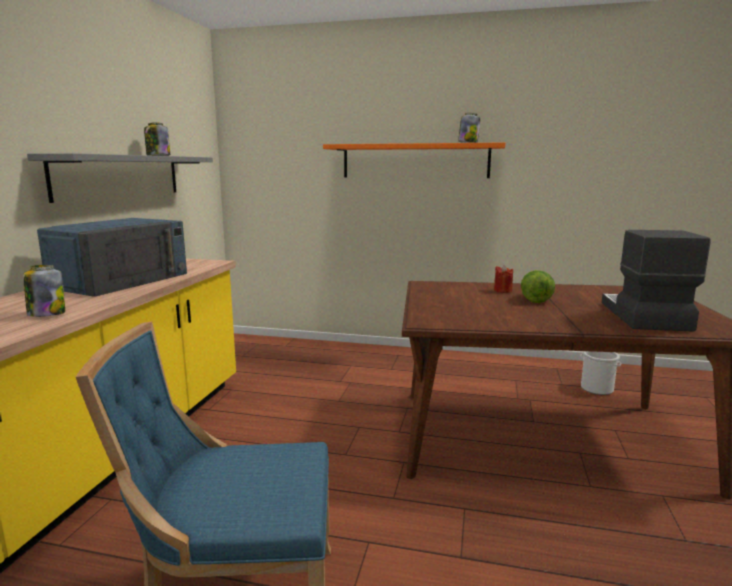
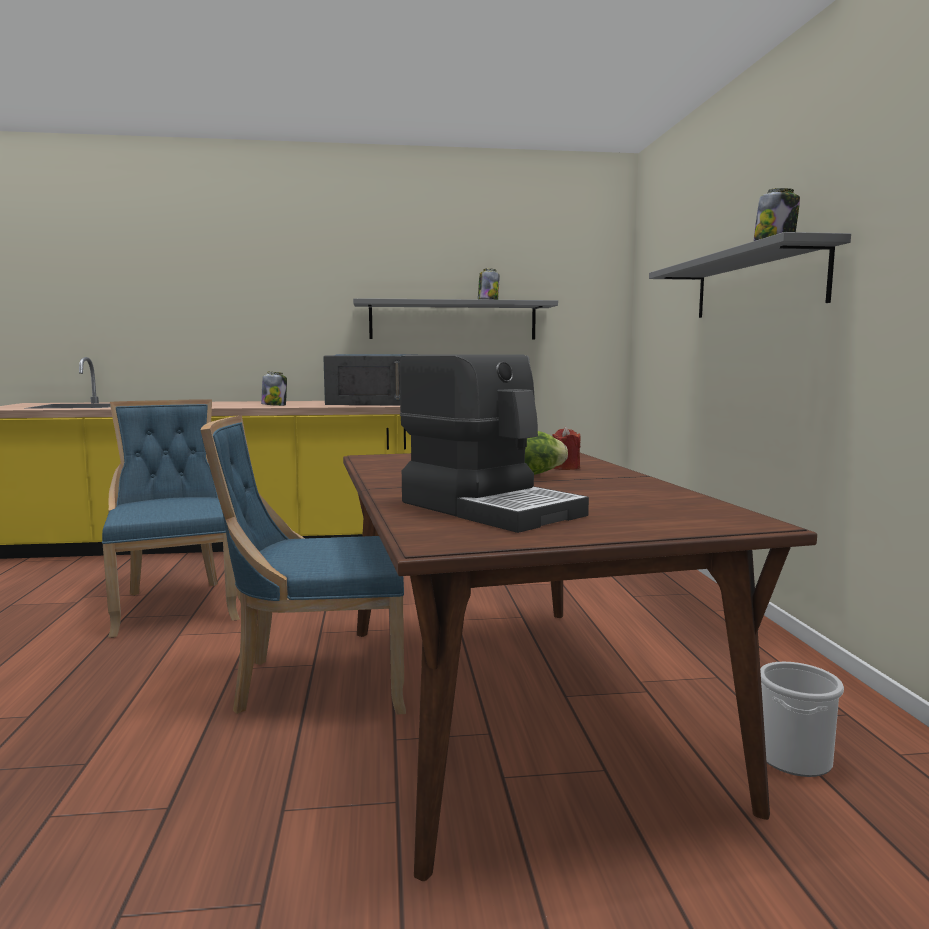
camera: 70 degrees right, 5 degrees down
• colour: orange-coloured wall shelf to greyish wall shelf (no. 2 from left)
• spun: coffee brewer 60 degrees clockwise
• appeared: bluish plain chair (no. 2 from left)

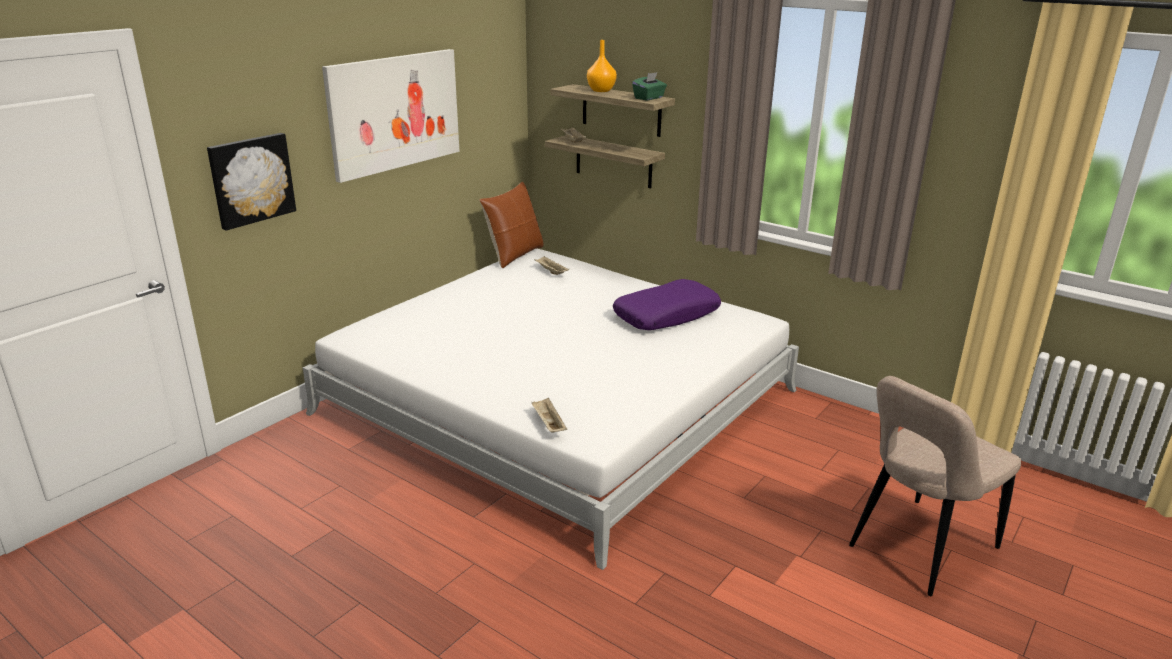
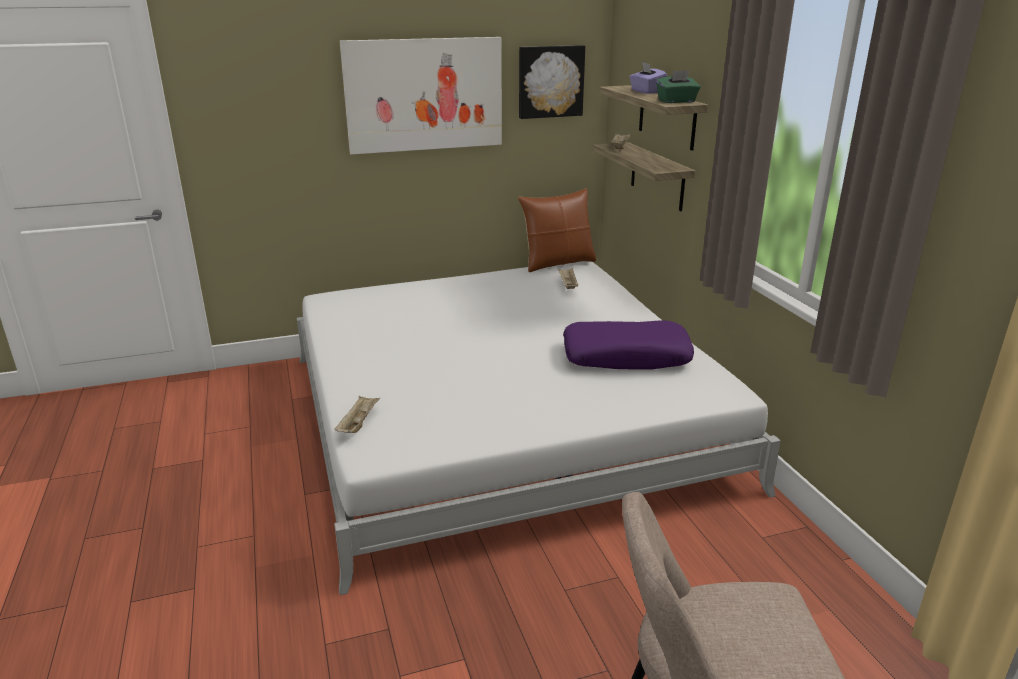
camera: 35 degrees right, 0 degrees up
• exchanged: orange-coloured vase to purplish box of tissues
• relocated: wall art (no. 1 from left in the first image) to wall art (no. 2 from left)

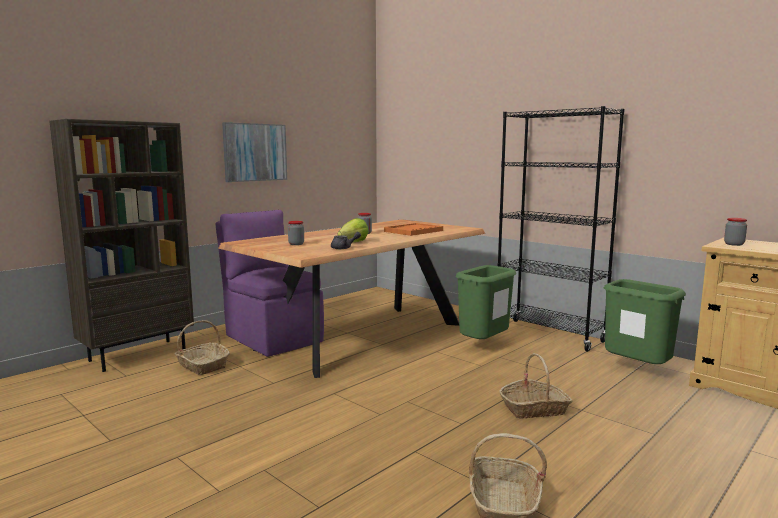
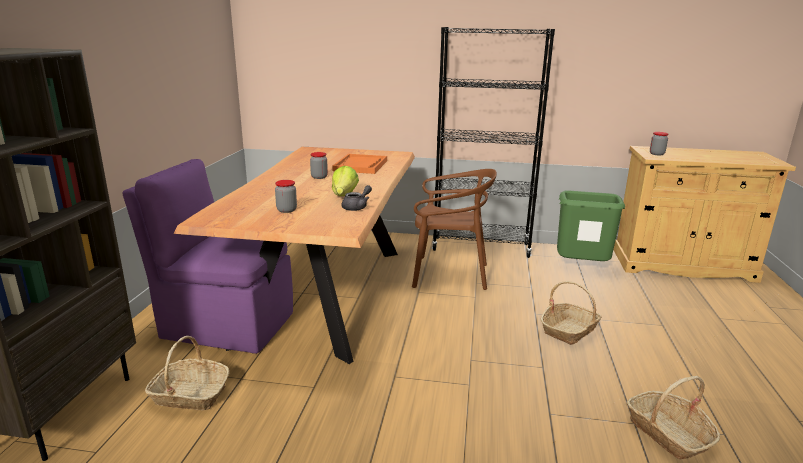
camera: 35 degrees left, 10 degrees up
• missing: wall art
• exchanged: green-coloured trash can (no. 1 from left) to brown-coloured plain chair

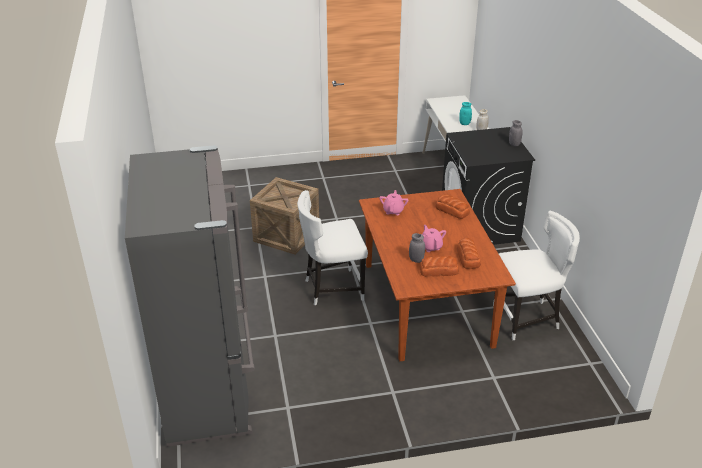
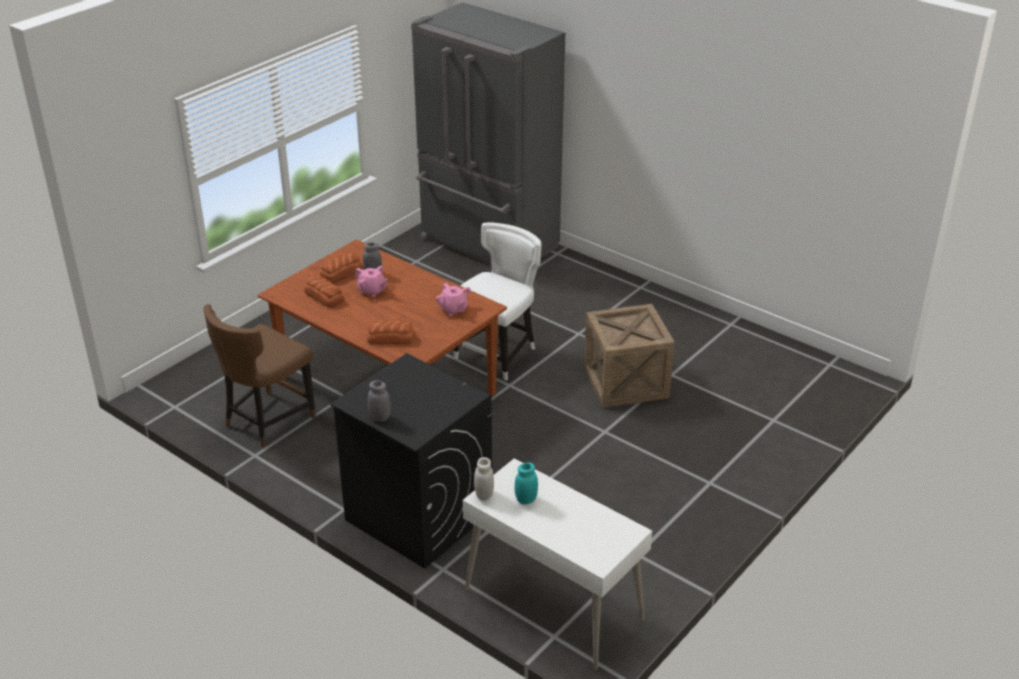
camera: 140 degrees right, 0 degrees up
• colour: white-coloured plain chair (no. 2 from left) to brown-coloured plain chair

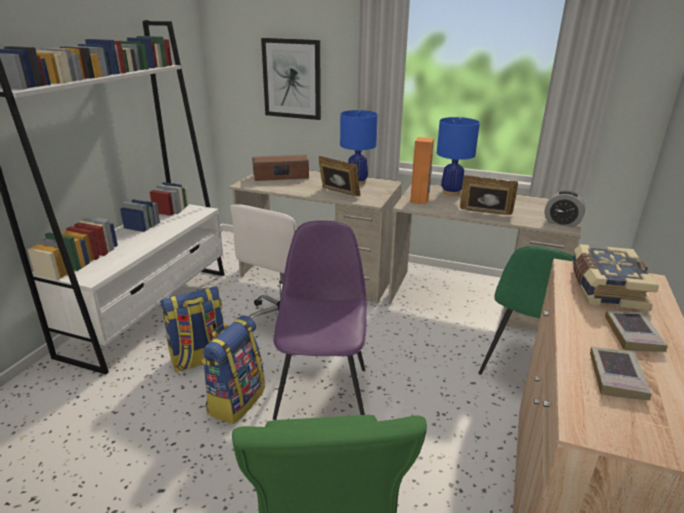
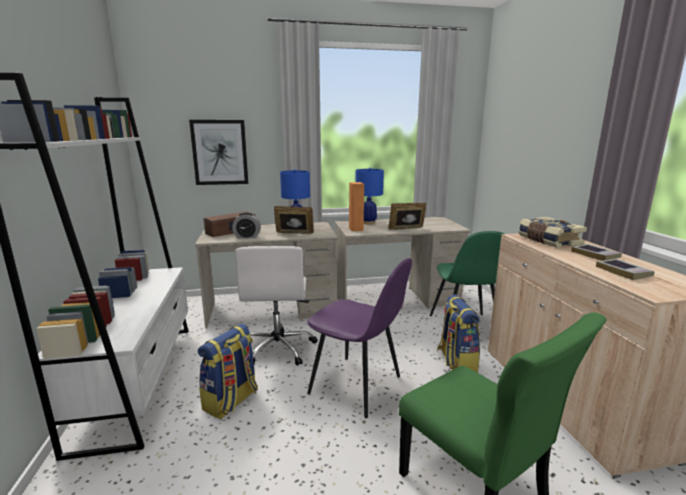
camera: 30 degrees left, 10 degrees down
• relocated: bedside clock
• spun: purplish plain chair 150 degrees clockwise
• relocated: rucksack (no. 2 from left)

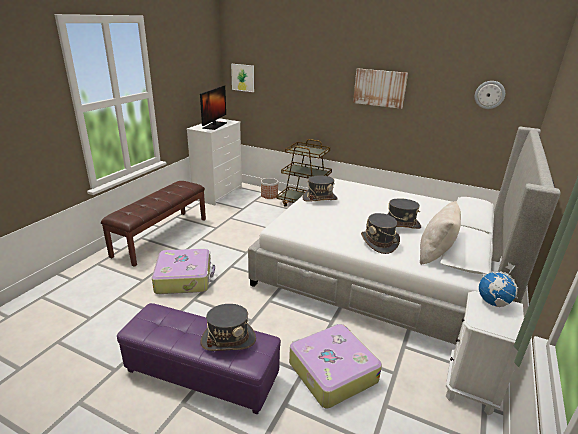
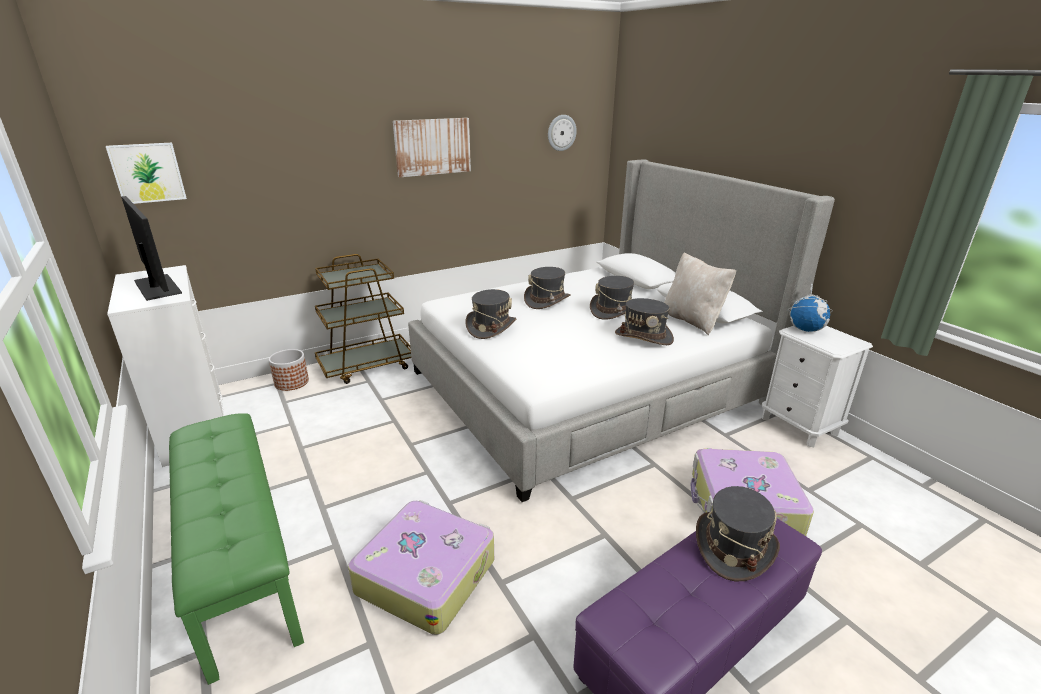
camera: 55 degrees left, 0 degrees up
• colour: brown-coloured bench to green-coloured bench
• appeared: greyish hat (no. 2 from left)

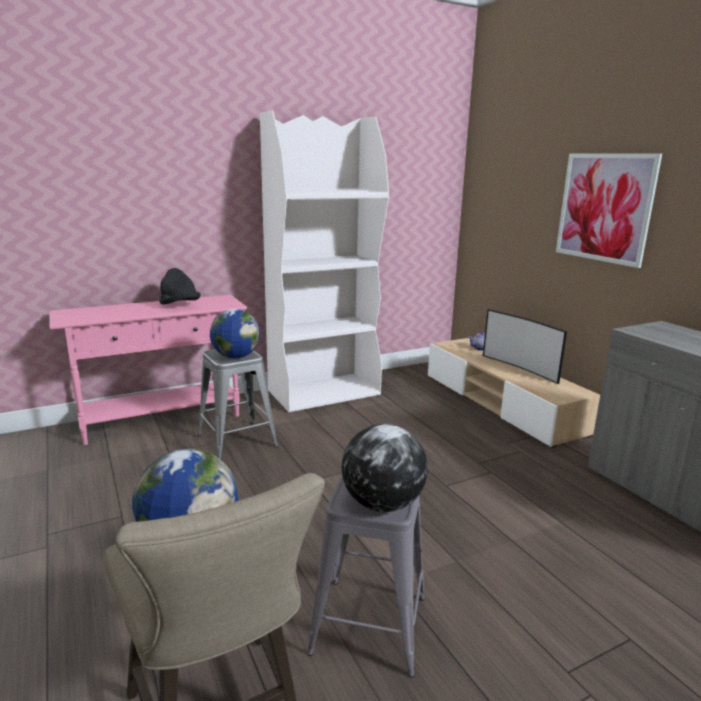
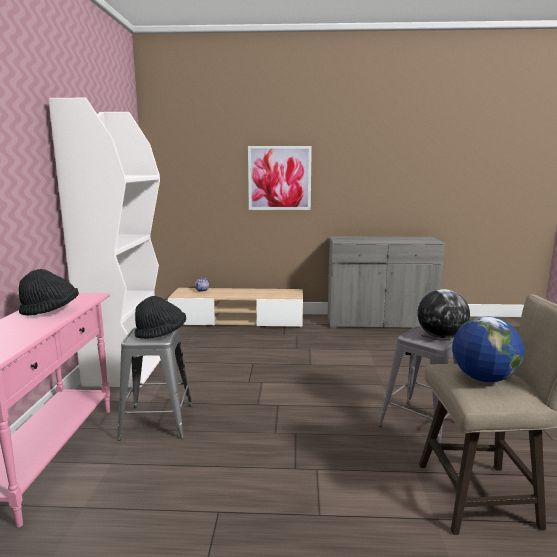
camera: 60 degrees left, 5 degrees down
• exchanged: desk globe (no. 2 from left) to black hat (no. 2 from left)
• missing: TV

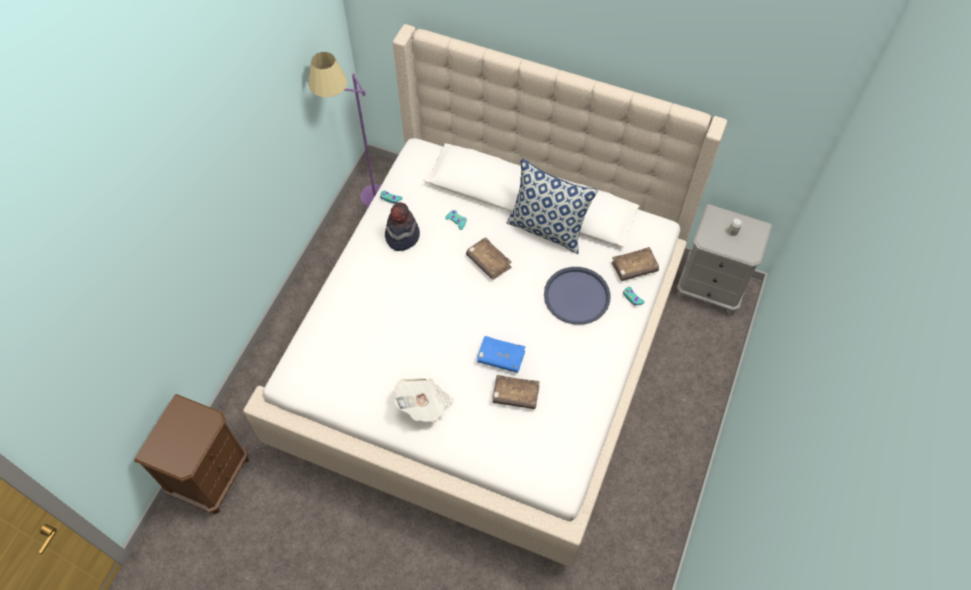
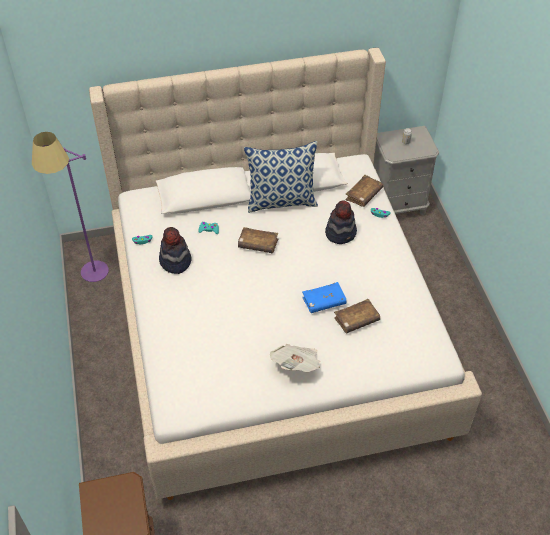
camera: 35 degrees left, 10 degrees down
• exchanged: bluish tray to hat (no. 2 from left)

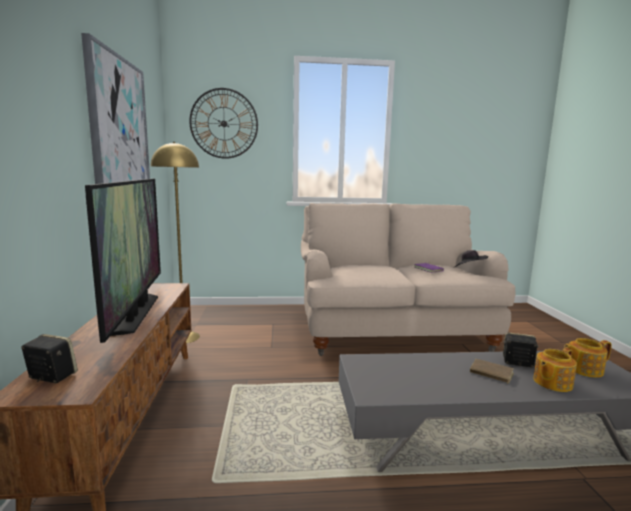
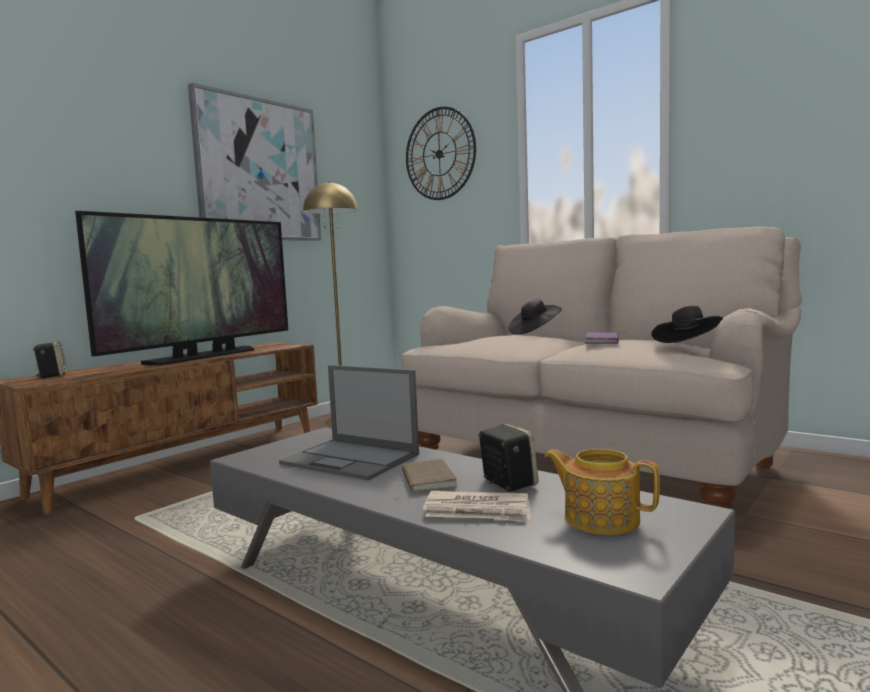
camera: 45 degrees right, 5 degrees down
• exchanged: pot for tea (no. 1 from left) to printed paper
• appeared: black hat (no. 1 from left)
• appeared: notebook computer

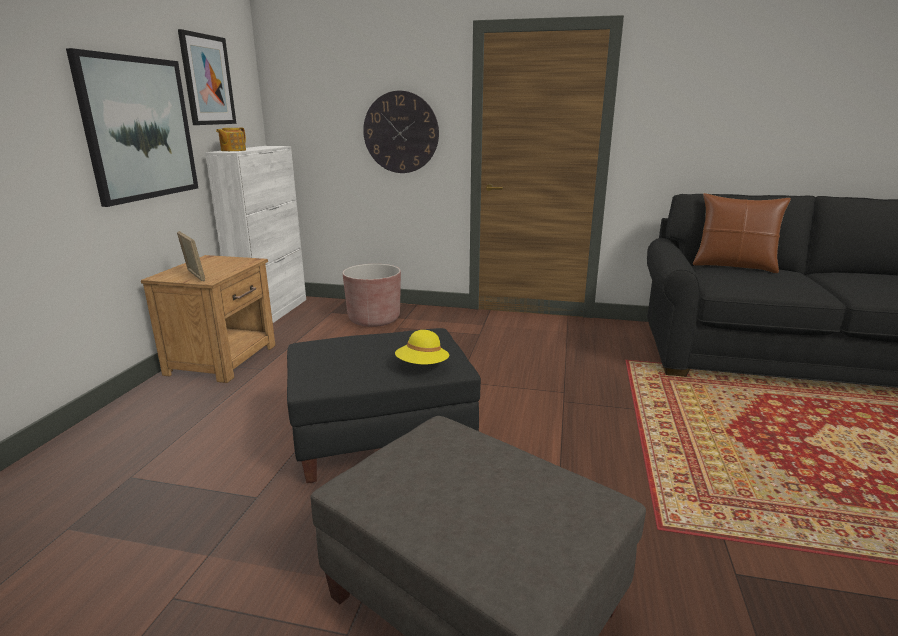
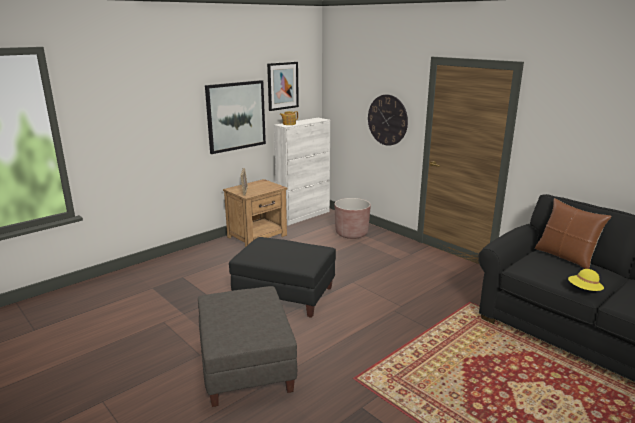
camera: 35 degrees right, 0 degrees up
• relocated: yellow hat

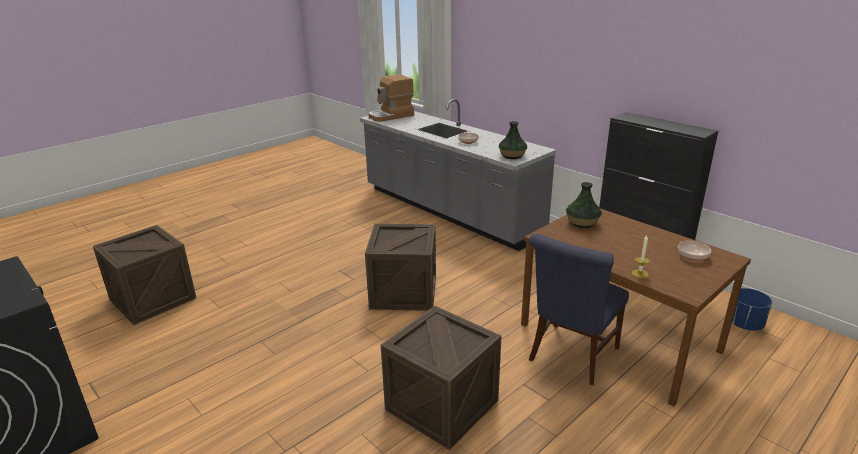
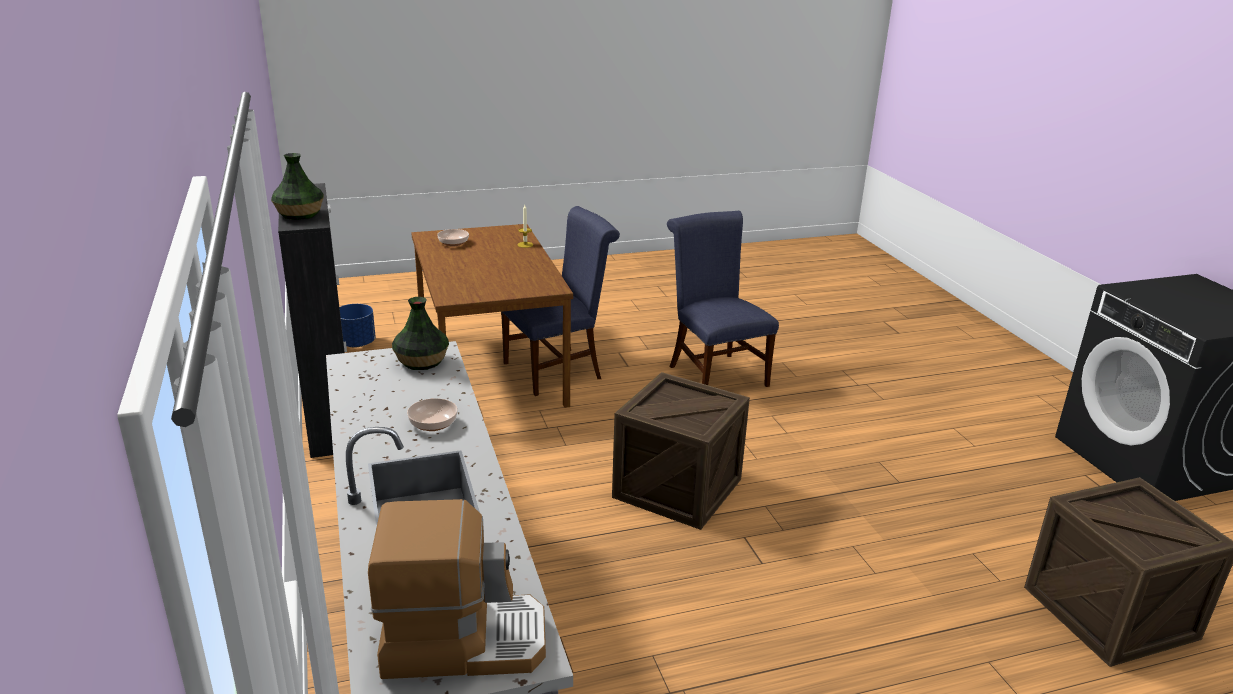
camera: 155 degrees left, 0 degrees up
• relocated: vase (no. 2 from left in the first image) to vase (no. 1 from left)
• exchanged: shipping crate (no. 3 from left) to bluish plain chair (no. 2 from left)

